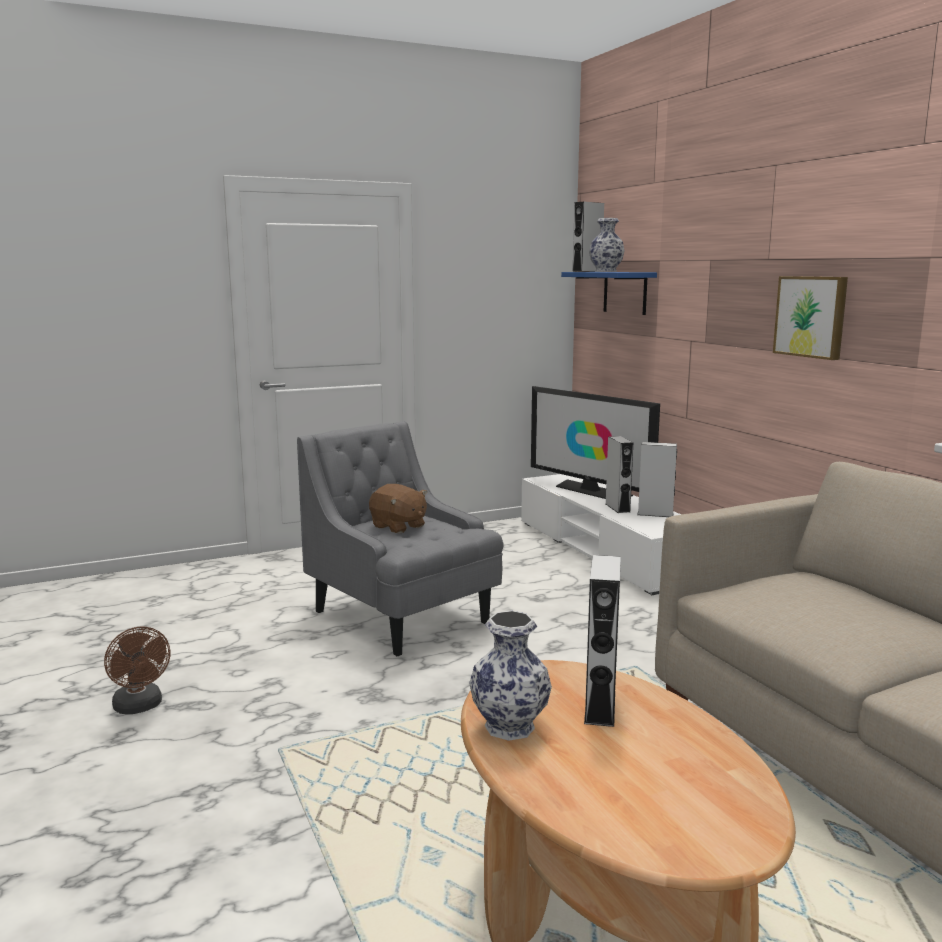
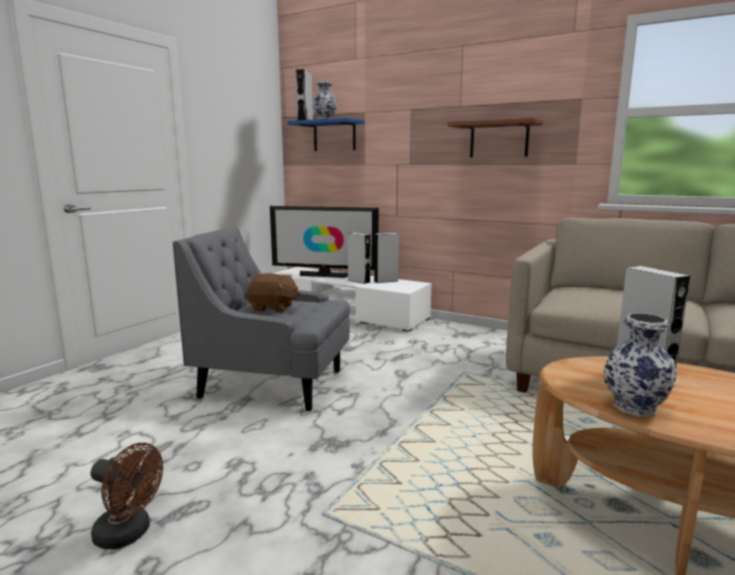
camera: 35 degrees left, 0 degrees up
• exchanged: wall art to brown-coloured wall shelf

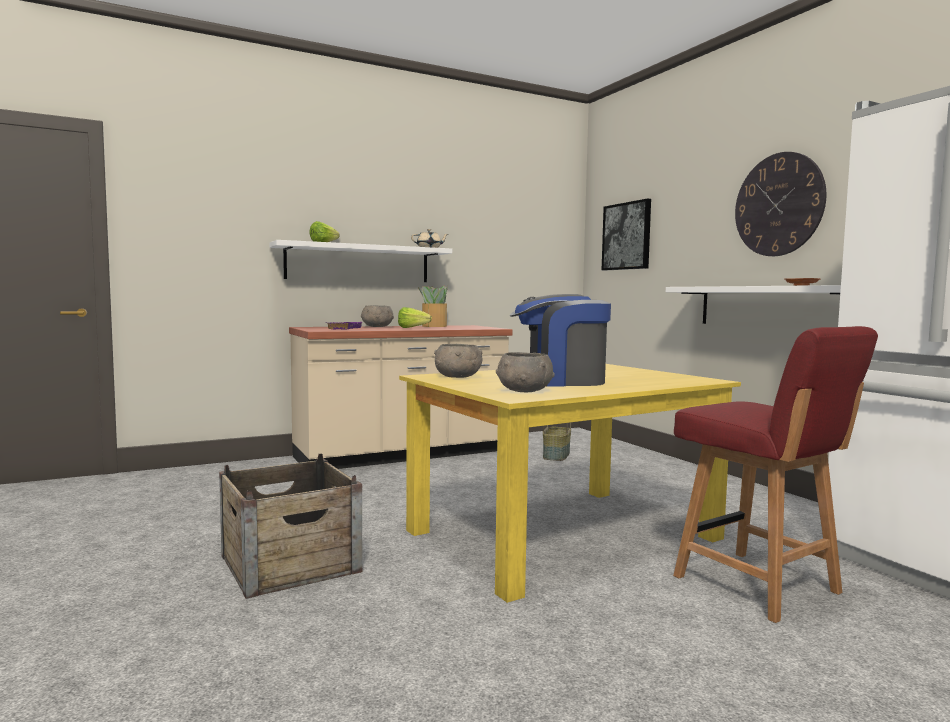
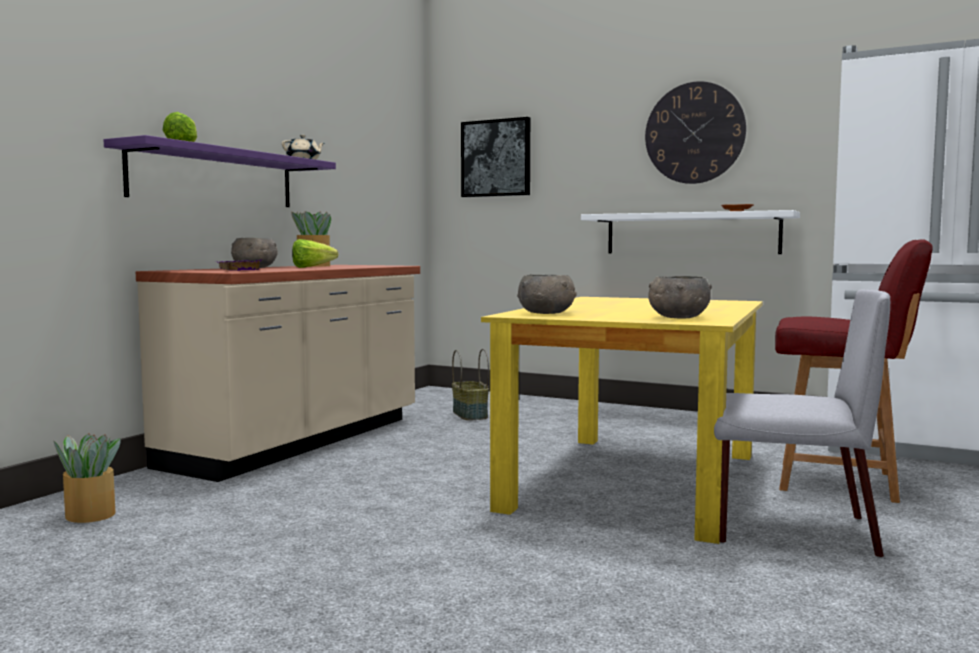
camera: 35 degrees left, 0 degrees up
• colour: white-coloured wall shelf (no. 1 from left) to purplish wall shelf
• missing: coffee brewer
• missing: shipping crate
• appeared: greyish plain chair
• appeared: plant in a pot (no. 1 from left)

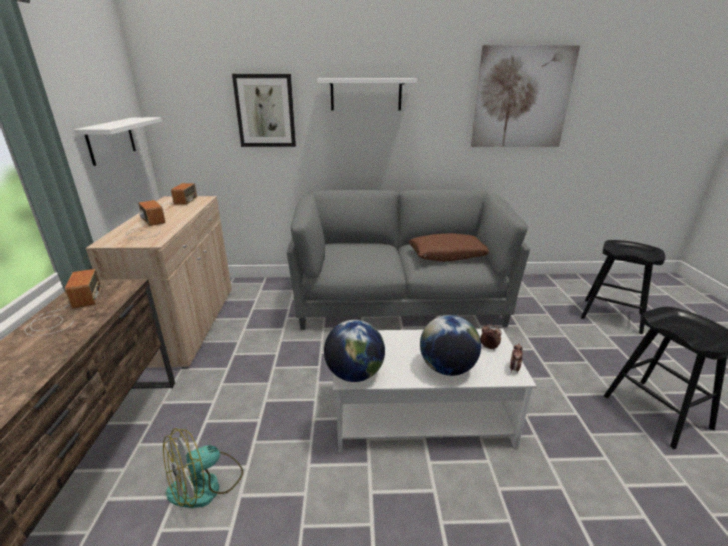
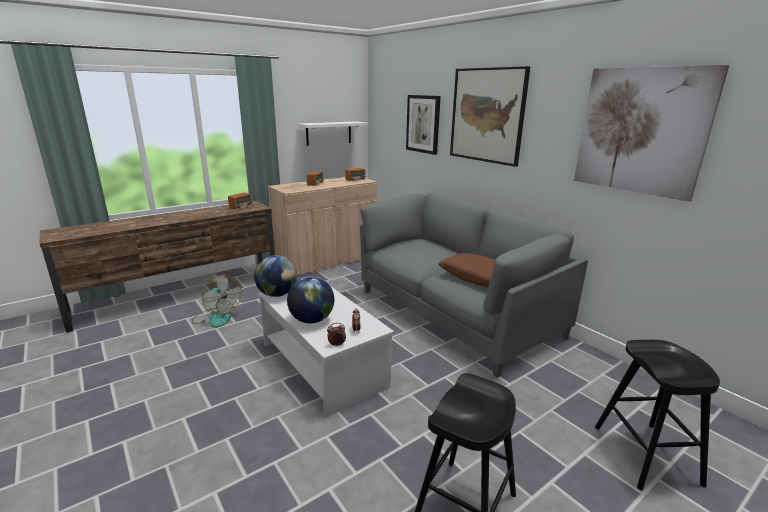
camera: 55 degrees right, 5 degrees down
• exchanged: white-coloured wall shelf (no. 2 from left) to wall art (no. 2 from left)
• spun: fan 150 degrees counterclockwise

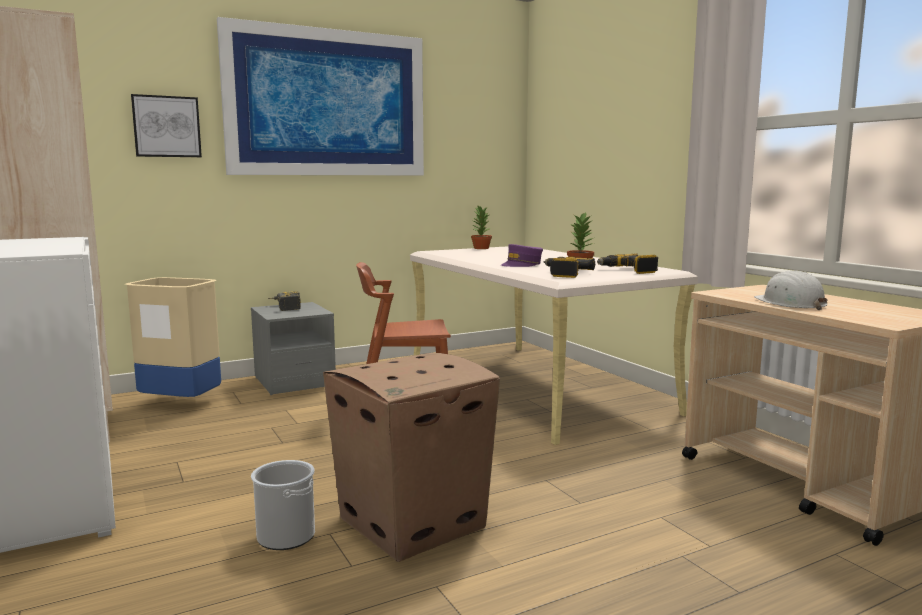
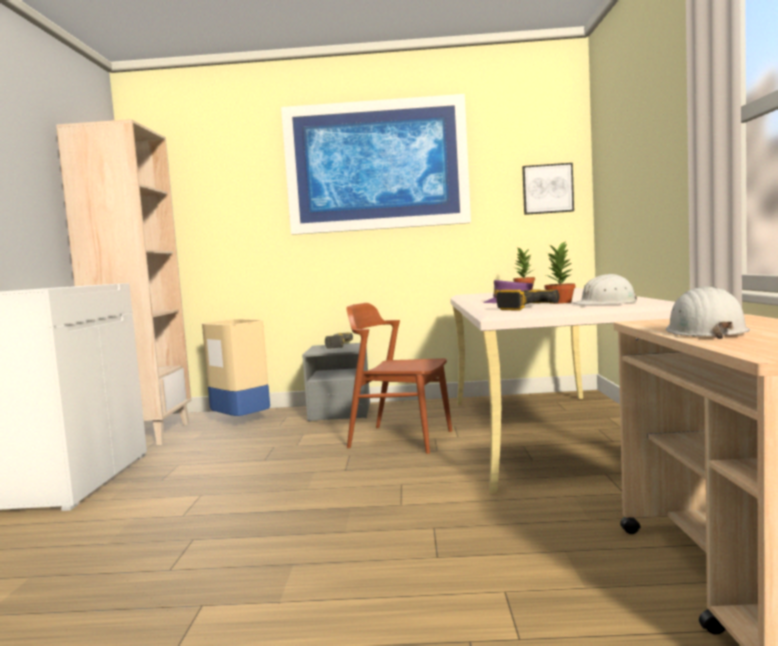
camera: 30 degrees right, 5 degrees down
• relocated: wall art (no. 1 from left in the first image) to wall art (no. 2 from left)
• exchanged: drill (no. 3 from left) to white-coloured hard hat (no. 1 from left)
• missing: carton
• missing: water bucket

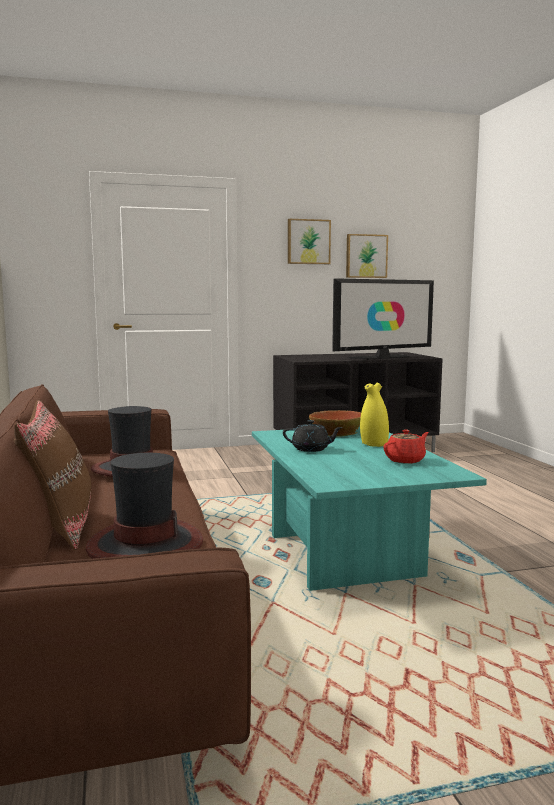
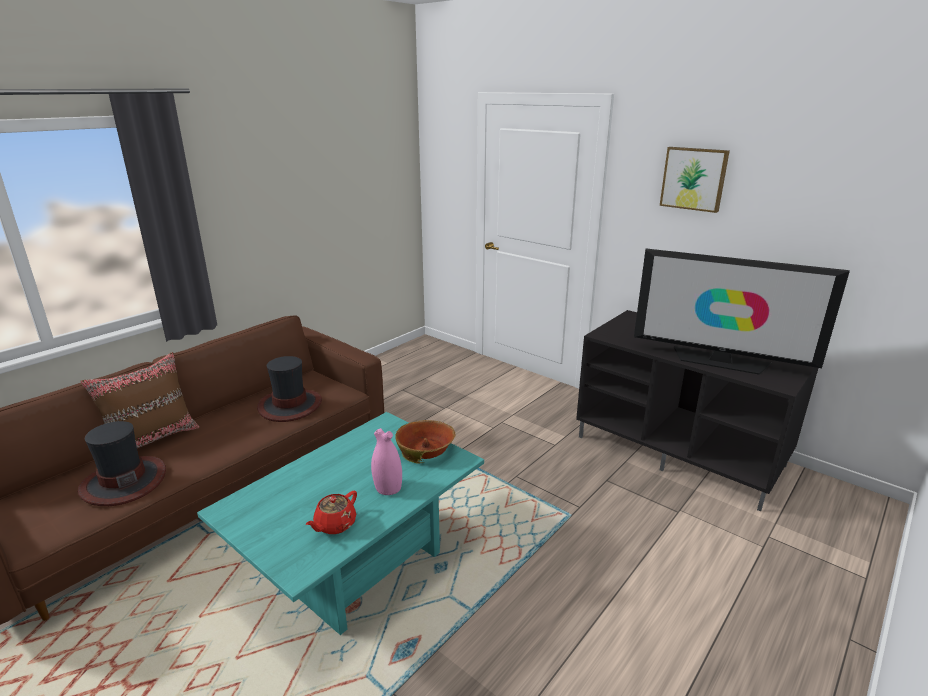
camera: 55 degrees right, 15 degrees up
• missing: wall art (no. 2 from left)
• colour: yellow vase to pinkish vase
• missing: black pot for tea
• spun: red pot for tea 105 degrees clockwise

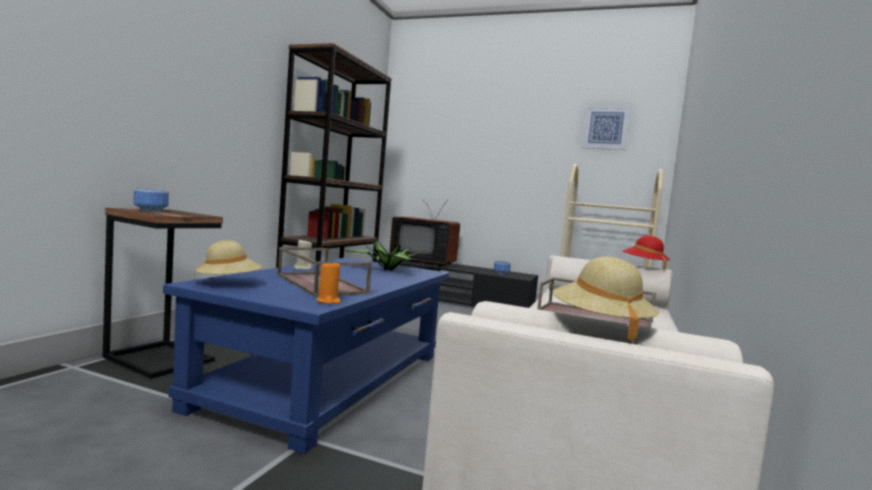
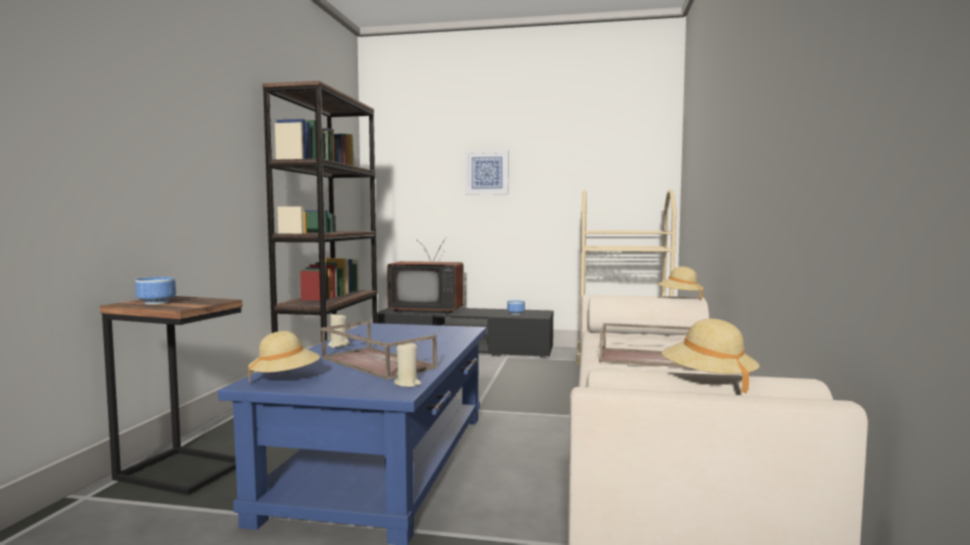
camera: 10 degrees left, 0 degrees up
• relocated: wall art
• colour: red hat to beige-coloured hat (no. 2 from left)
• missing: plant in a pot
• colour: orange-coloured wax light to beige-coloured wax light (no. 2 from left)

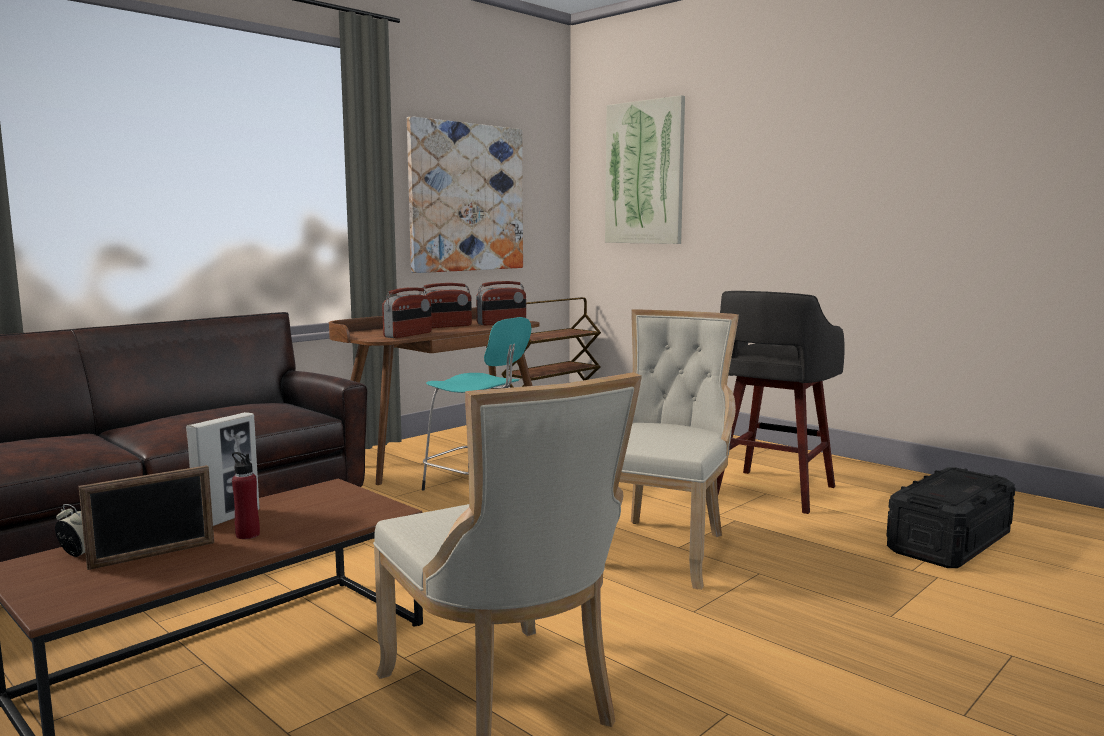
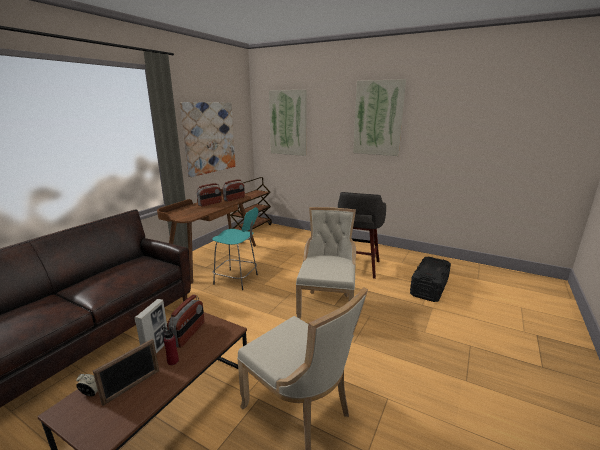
camera: 15 degrees left, 10 degrees up
• relocated: radio set (no. 1 from left)
• appeared: wall art (no. 3 from left)

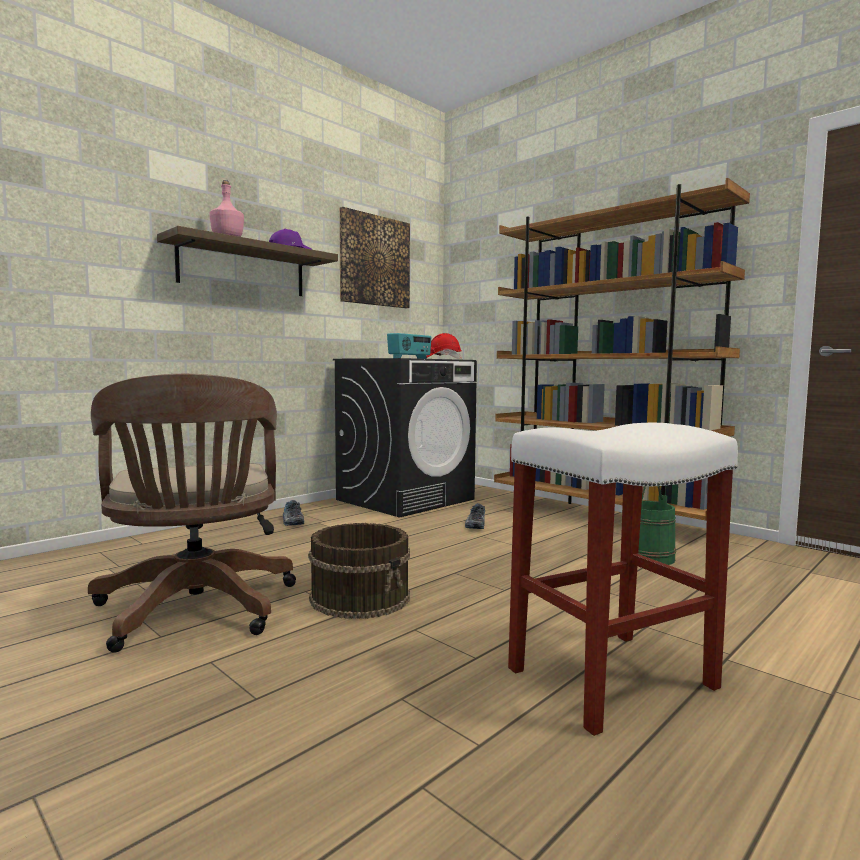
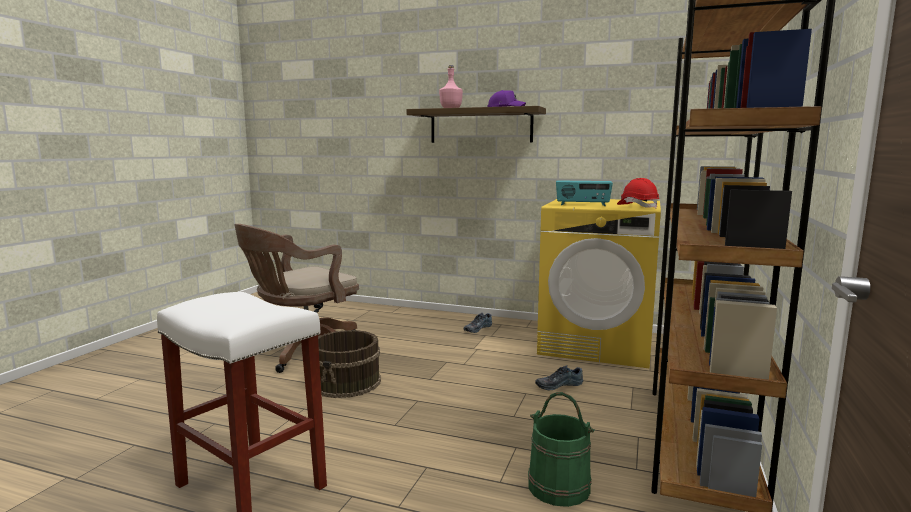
camera: 65 degrees right, 5 degrees up
• missing: wall art
• colour: black laundry appliance to yellow laundry appliance

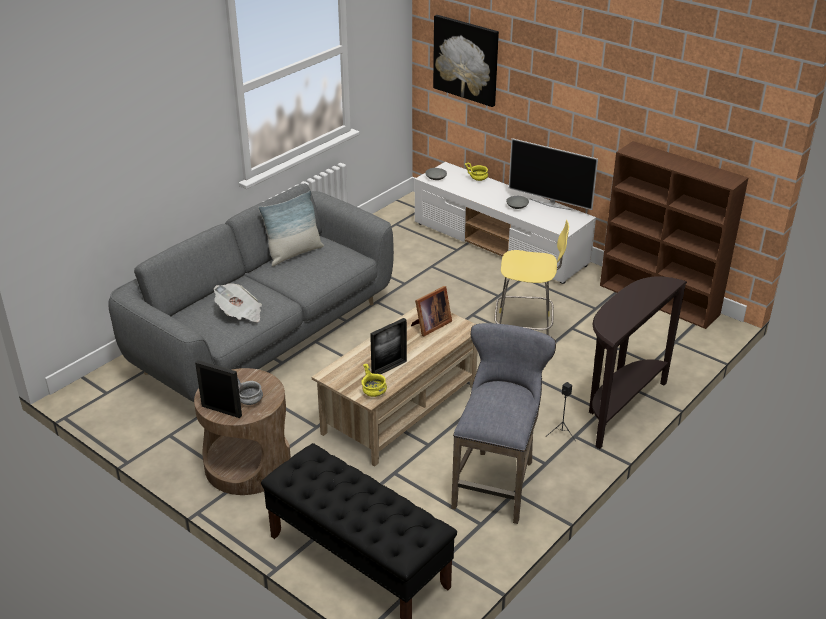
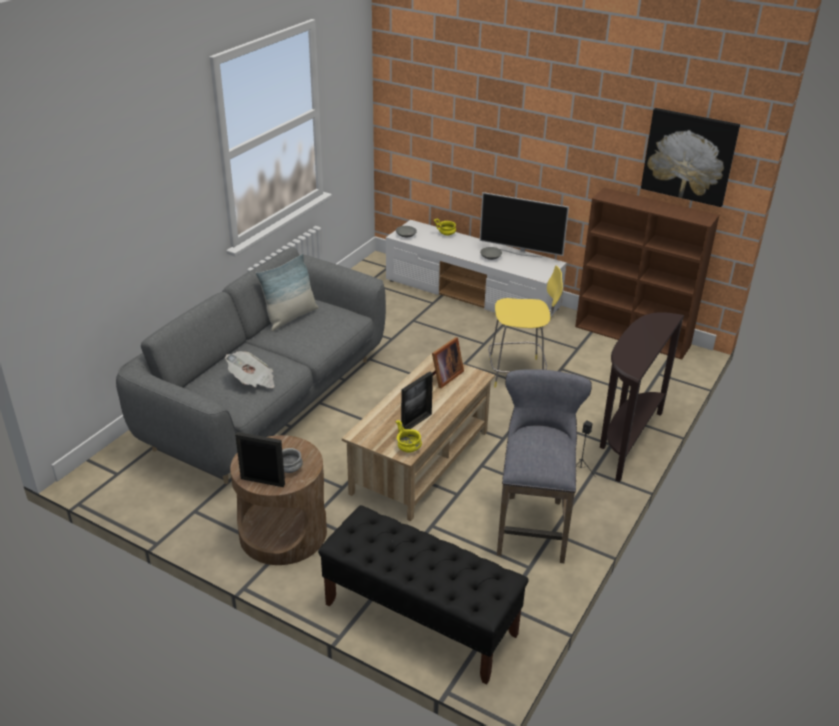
camera: 10 degrees left, 0 degrees up
• relocated: wall art

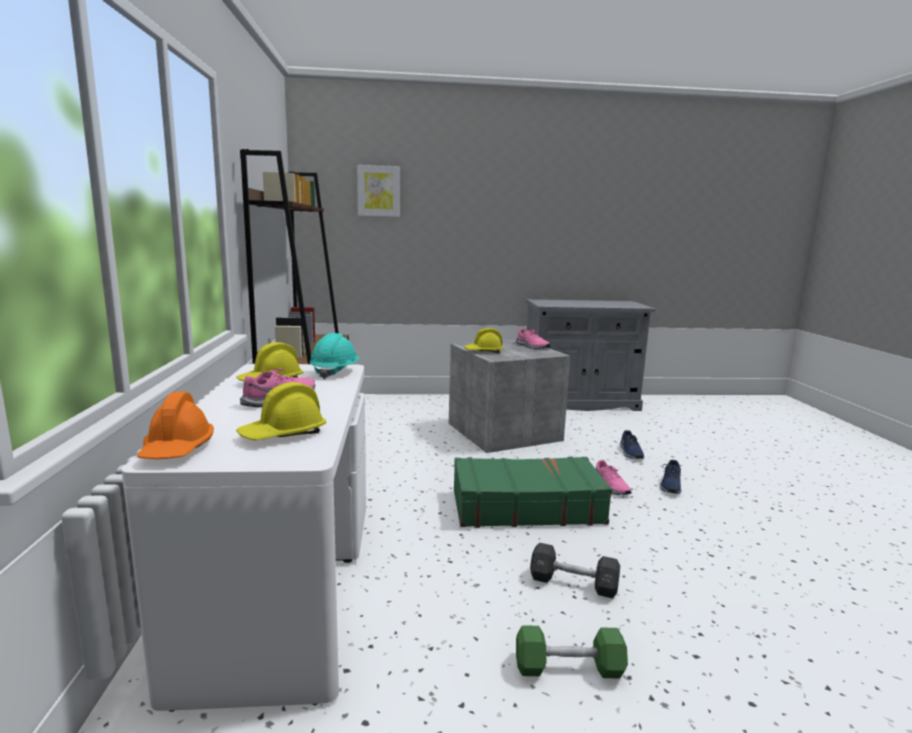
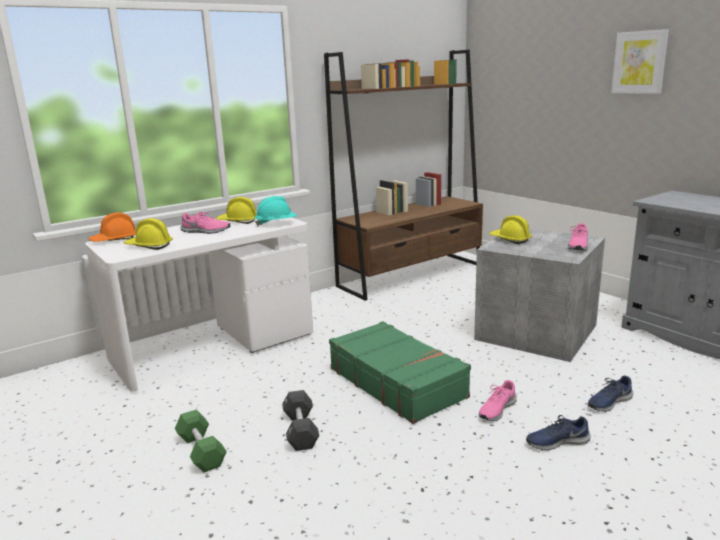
camera: 60 degrees right, 5 degrees up
• relocated: wall art

